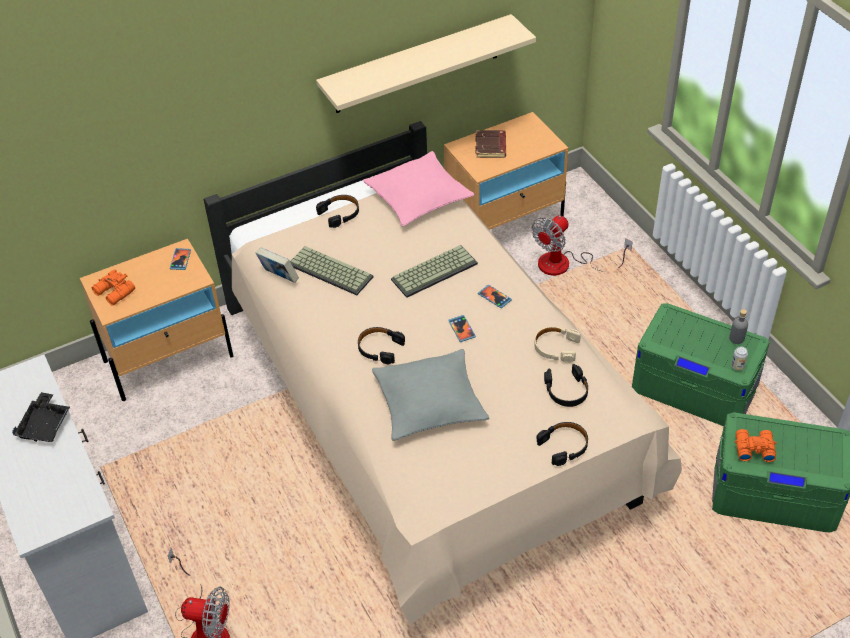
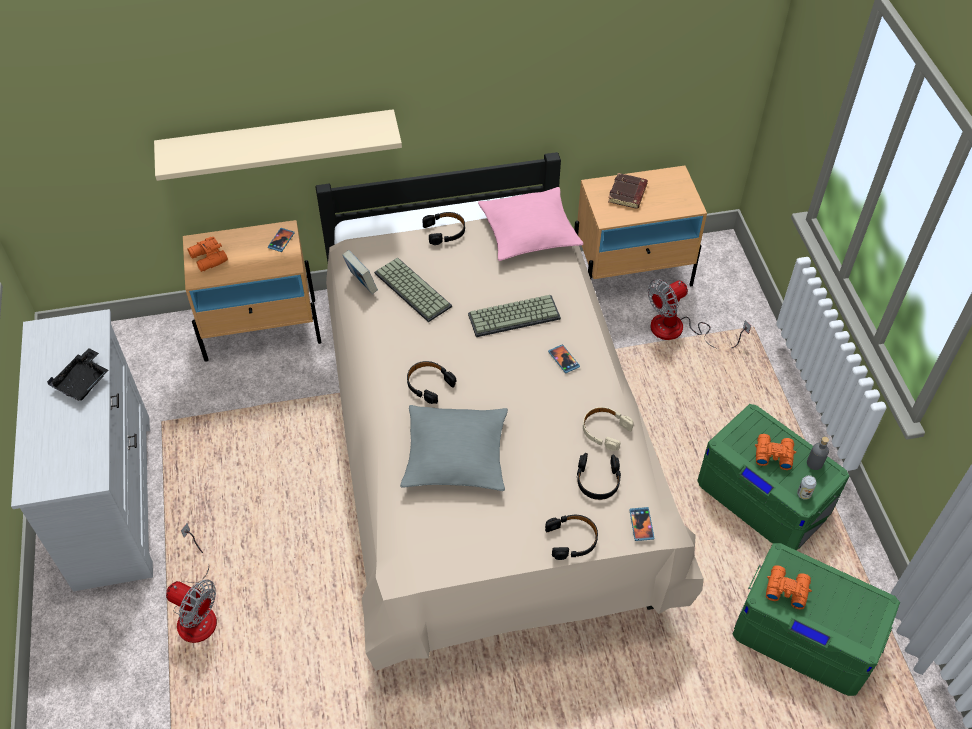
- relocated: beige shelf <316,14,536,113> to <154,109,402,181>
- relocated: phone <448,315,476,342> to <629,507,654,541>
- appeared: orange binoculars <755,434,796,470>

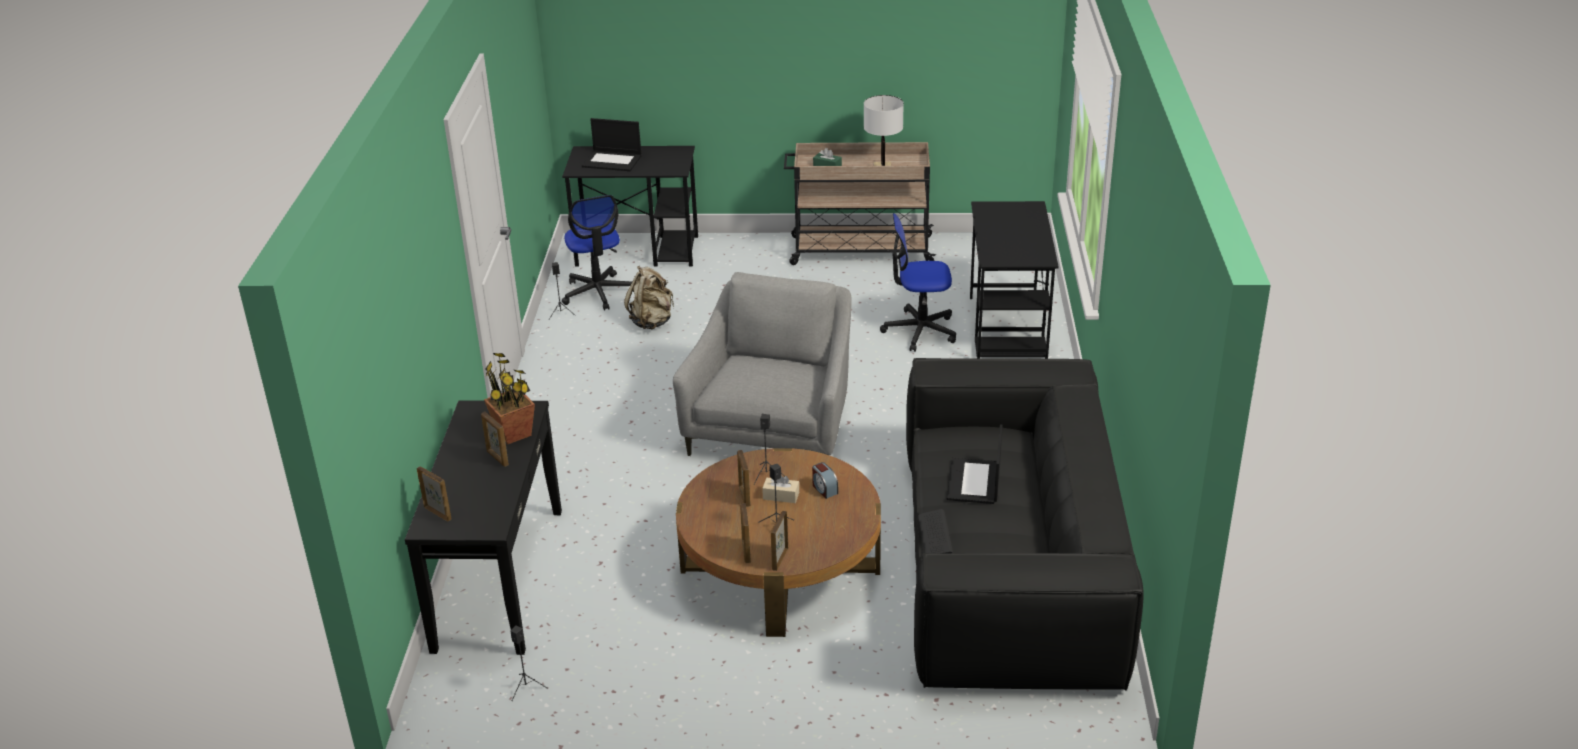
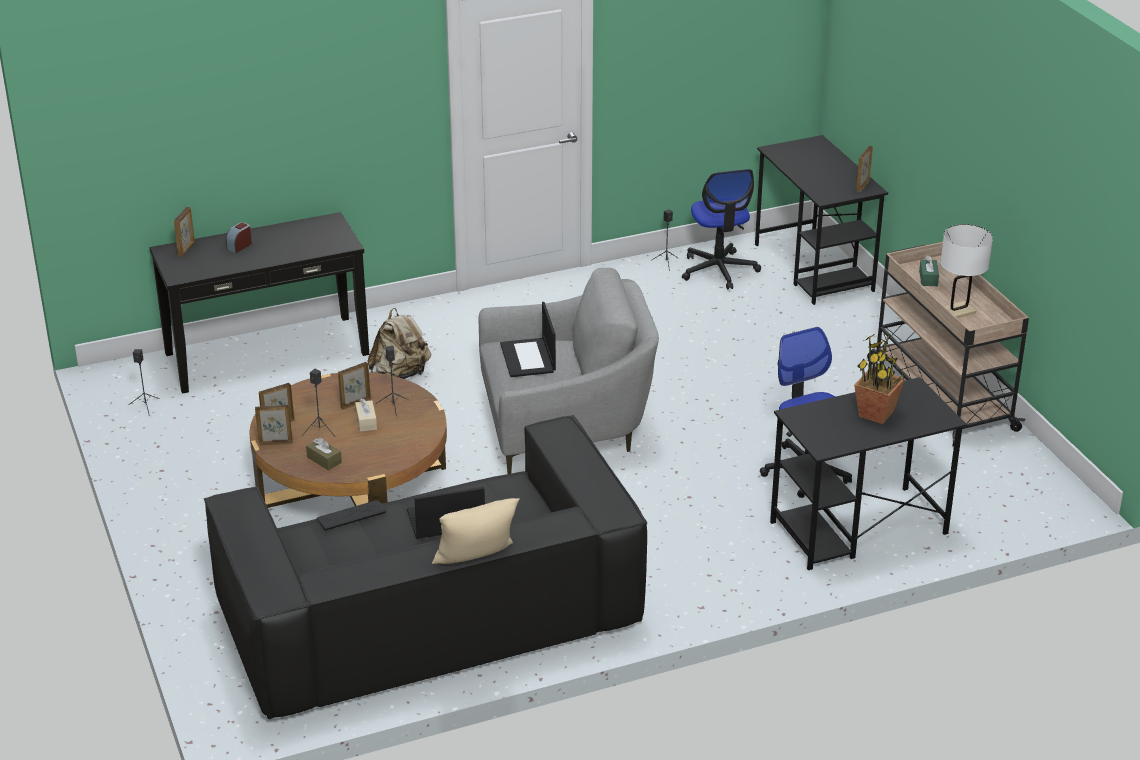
- relocated: laptop <582,118,641,171> to <500,302,556,377>
- spun: office chair <562,195,634,310> = <682,169,761,289> 60 degrees counterclockwise
- relocated: beige backpack <624,266,674,329> to <367,308,431,379>
- relocated: potted plant <484,353,535,444> to <854,332,905,424>
- relocated: picture frame <481,412,509,467> to <856,146,873,192>
- relocated: alarm clock <812,462,838,499> to <226,222,252,253>
- appeared: brown tissue box <306,437,342,470>
- appeared: beige pillow <432,498,520,564>

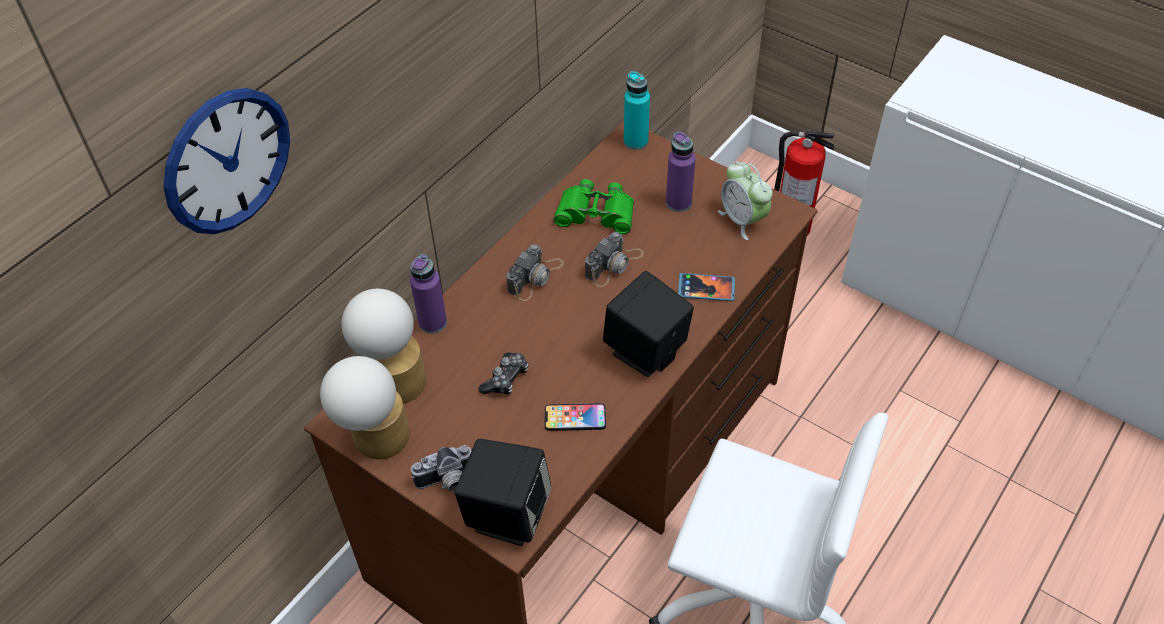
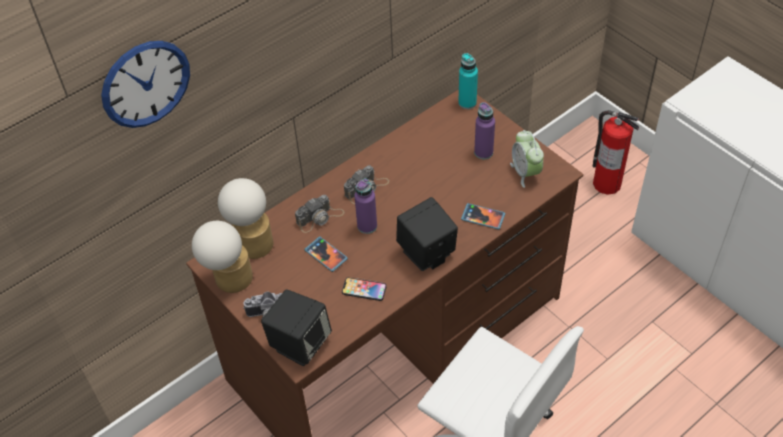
- missing: green binoculars <554,179,634,234>
- relocated: photo camera <585,232,644,287> to <295,195,344,233>
- relocated: purple bottle <410,254,447,334> to <354,178,377,234>
- exchanged: game controller <479,352,529,395> to phone <304,236,348,272>

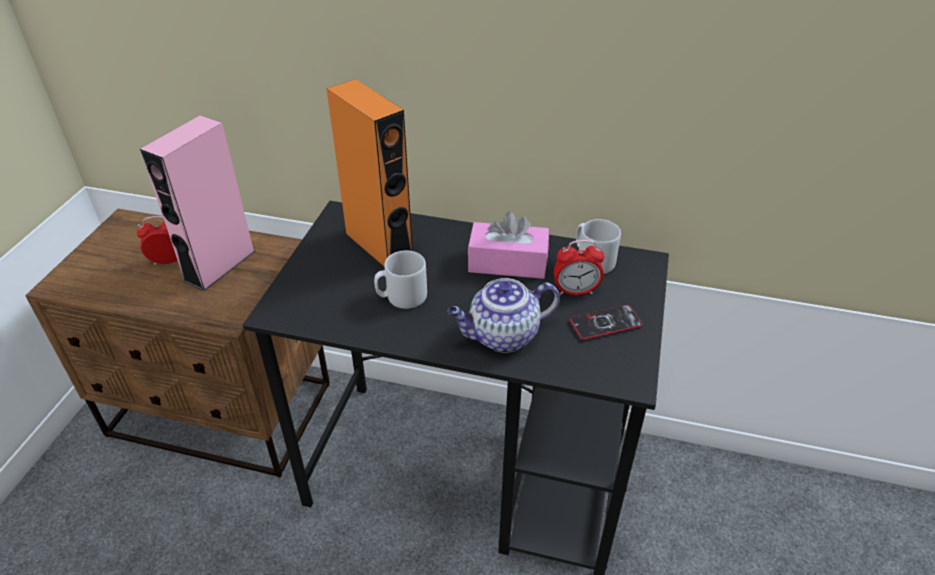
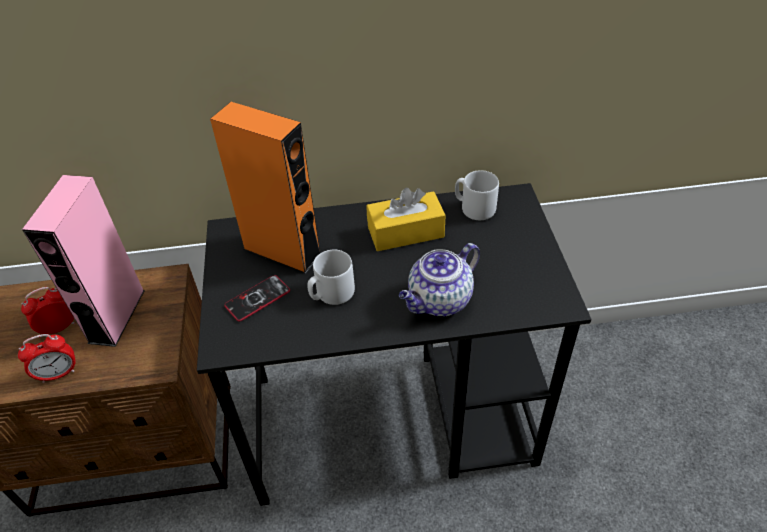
- colour: pink tissue box <468,212,549,279> to yellow tissue box <366,188,446,251>
- relocated: alarm clock <554,240,604,295> to <18,334,76,383>
- relocated: phone <569,305,643,340> to <224,275,290,322>

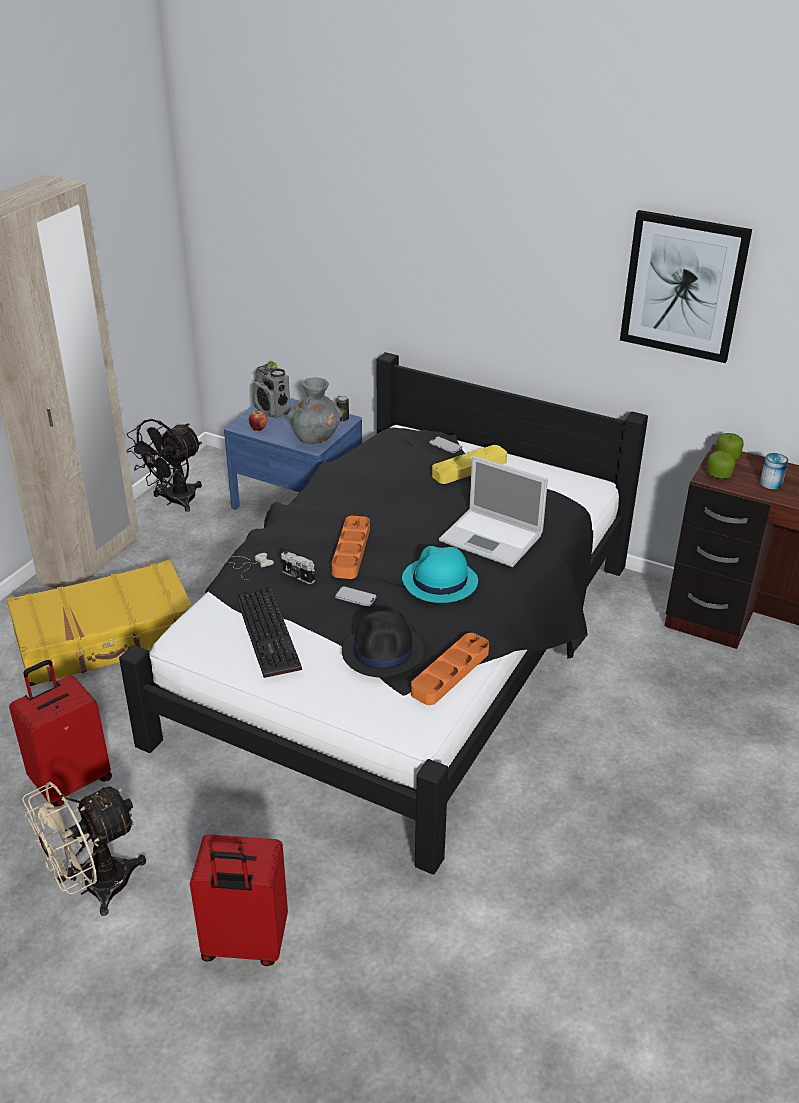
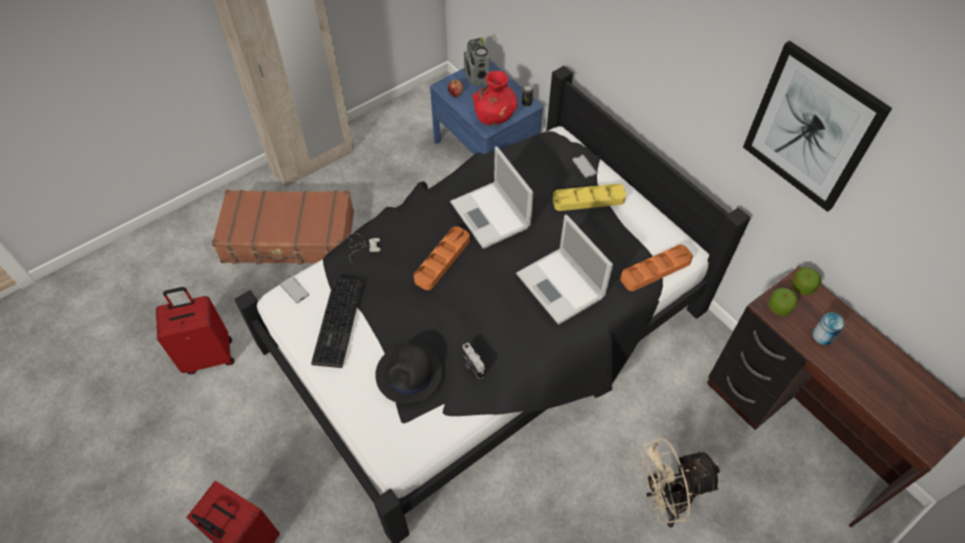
- colour: grey vase <288,377,342,444> to red vase <472,71,517,125>
- missing: black fan <126,419,202,512>
- missing: turquoise hat <402,546,478,603>
- relocated: photo camera <281,551,315,584> to <463,343,485,379>
- colour: yellow suitcase <7,560,193,686> to brown suitcase <211,190,354,265>
- relocated: phone <335,586,377,607> to <280,276,309,303>
- relocated: orange tray <411,633,489,705> to <620,245,693,291>
- relocated: beige fan <22,782,146,916> to <638,438,721,528>
- appeared: laptop <450,147,534,249>

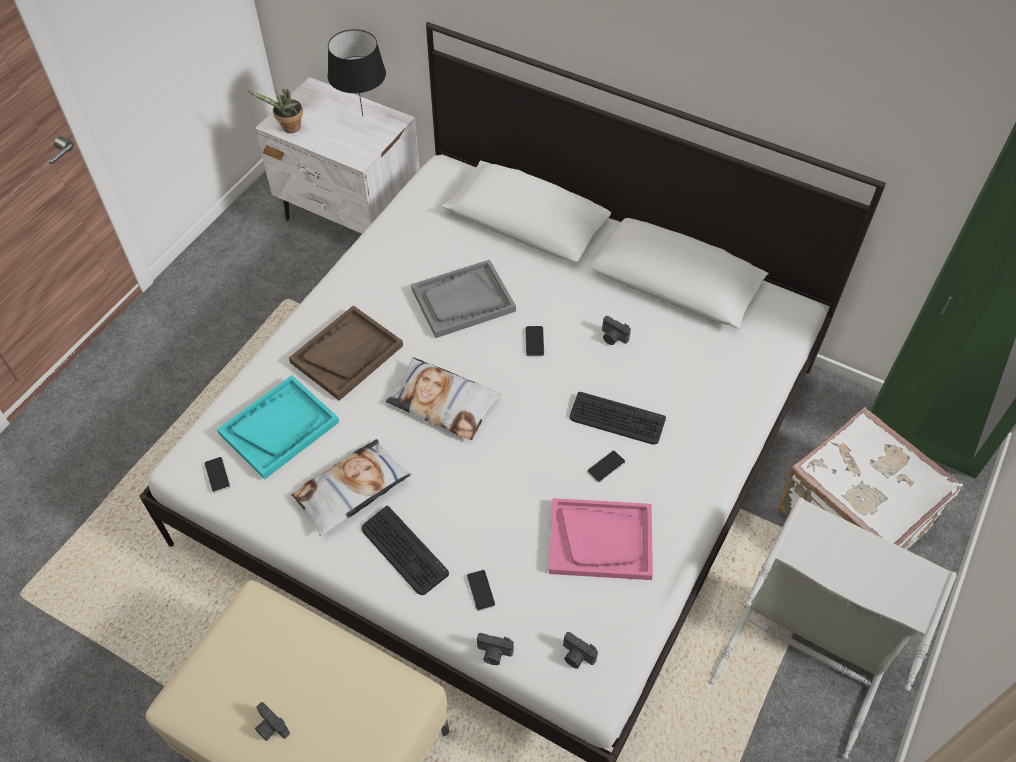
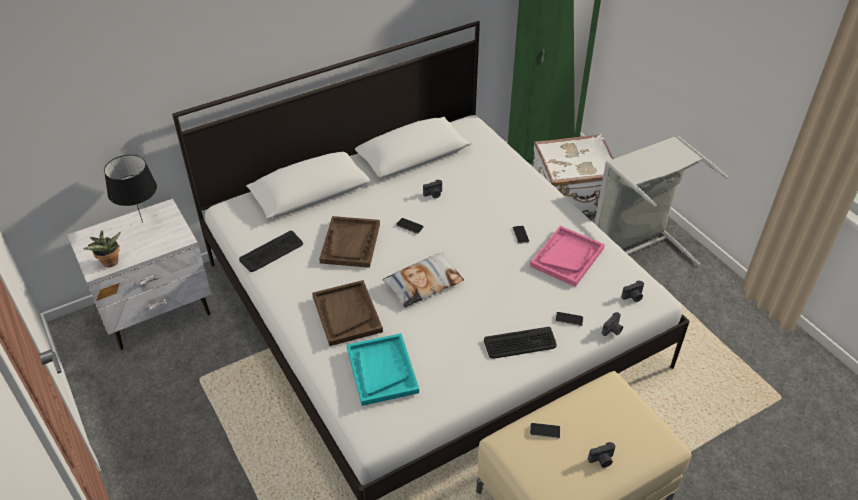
- colour: grey tray <411,260,516,338> to brown tray <319,216,380,268>
- relocated: keyboard <570,392,666,445> to <239,230,303,272>
- missing: pillow <291,439,411,536>
- relocated: phone <204,457,230,493> to <530,423,561,439>

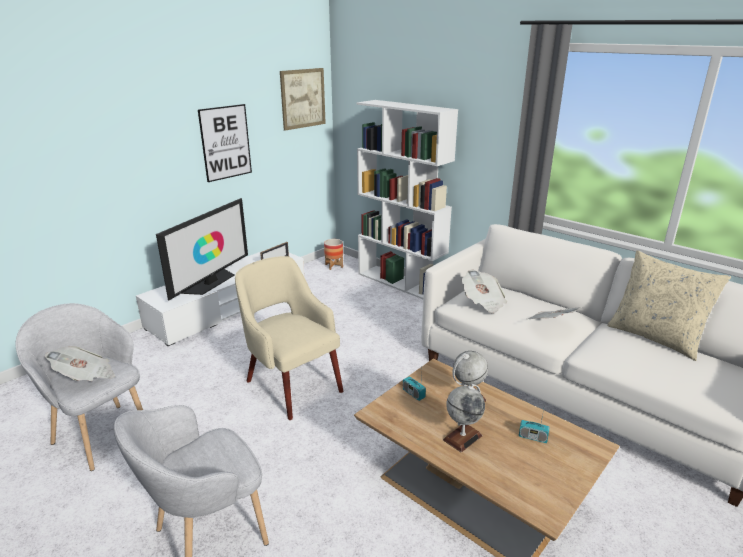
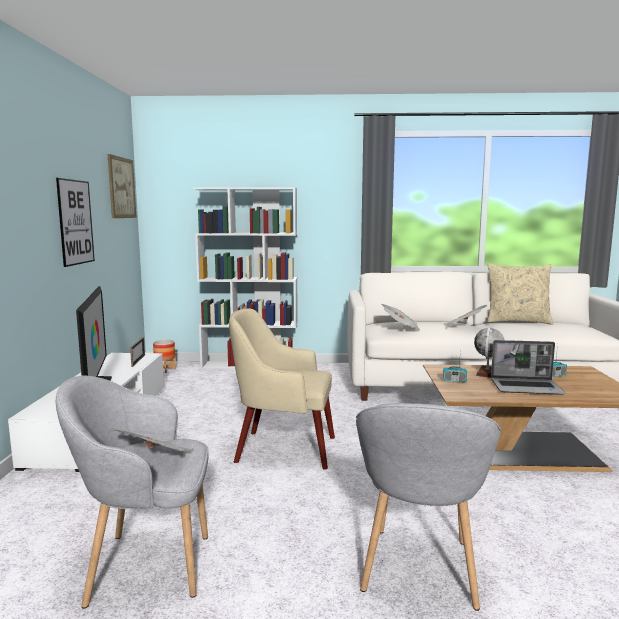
- exchanged: globe <443,384,485,452> to laptop <491,340,566,395>

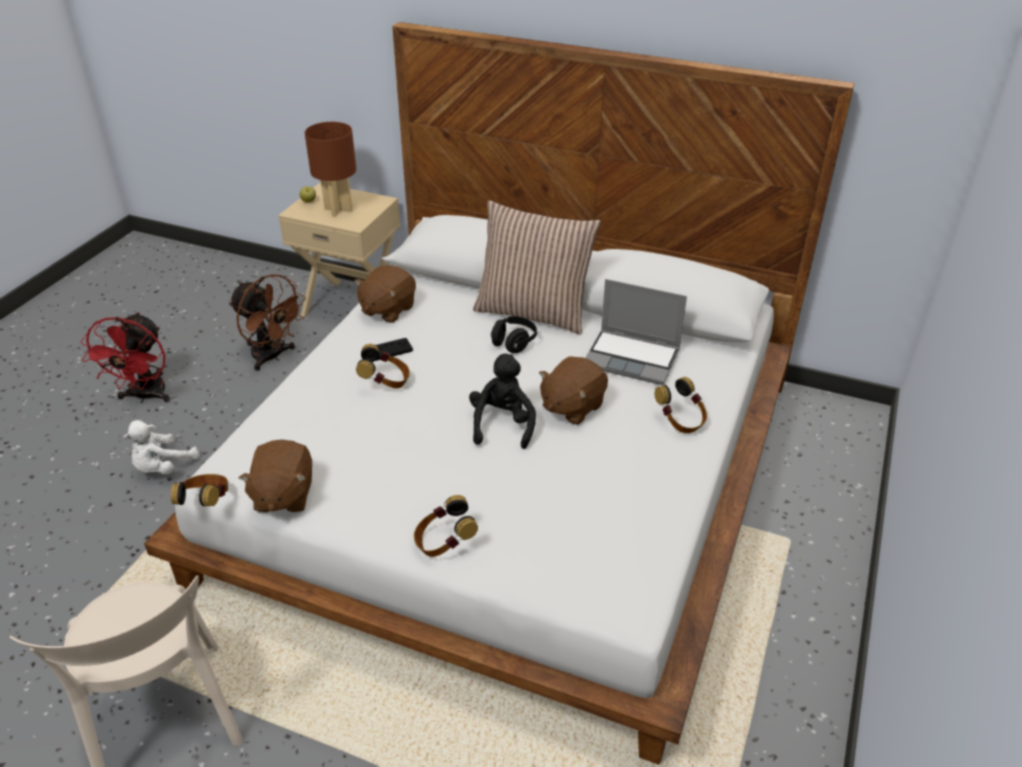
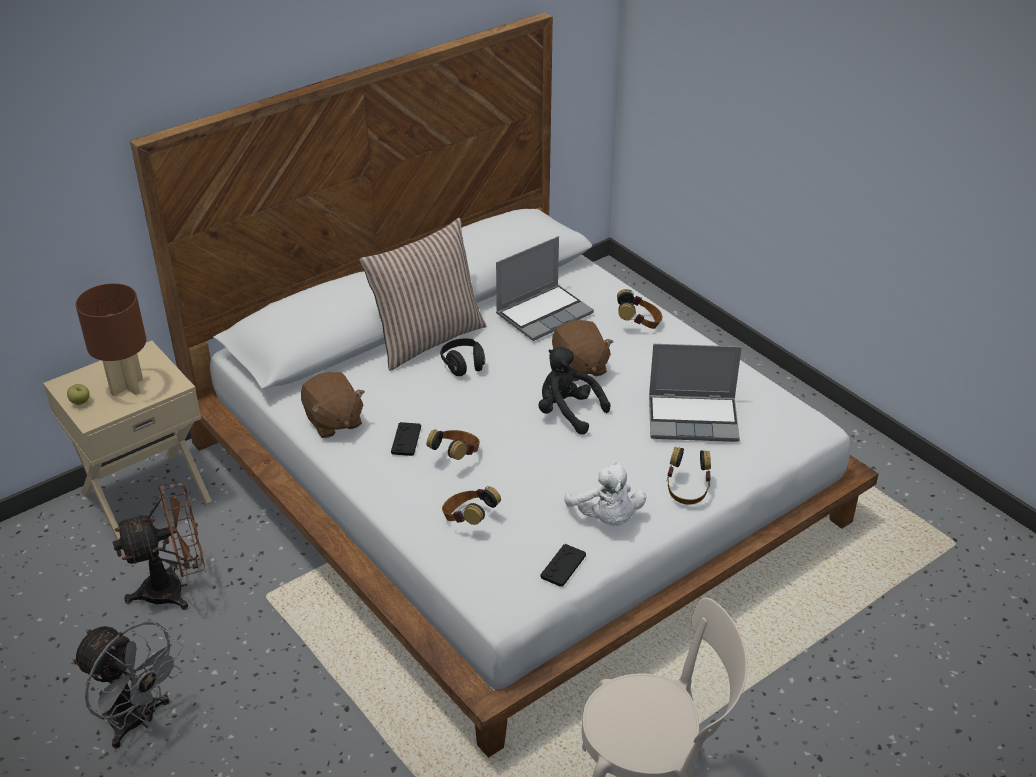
- colour: red fan <81,312,170,403> to grey fan <72,621,184,749>
- relocated: white plush toy <123,420,200,474> to <564,462,646,526>
- exchanged: brown plush toy <239,439,312,512> to black game controller <540,544,586,587>
- relocated: headphones <171,474,228,506> to <442,487,501,525>
- appeared: laptop <649,344,742,442>

